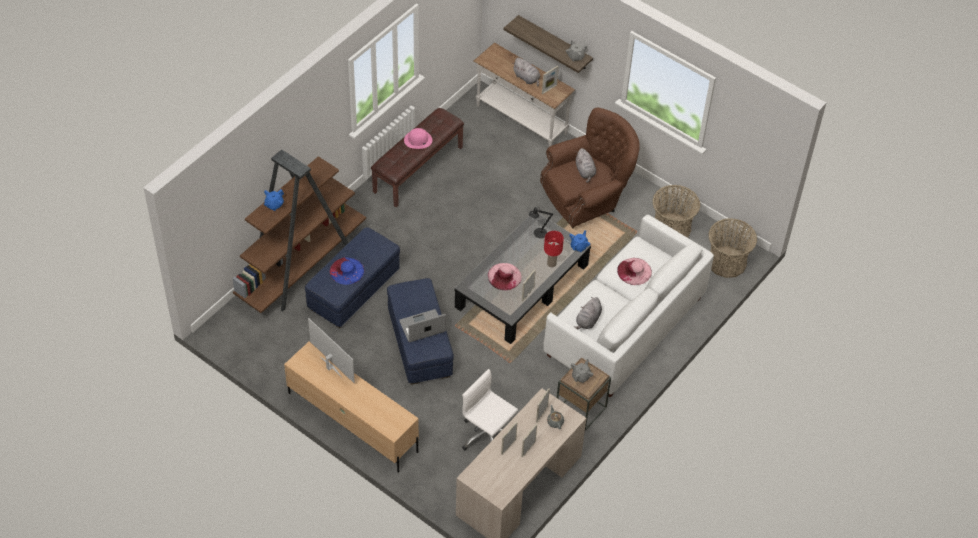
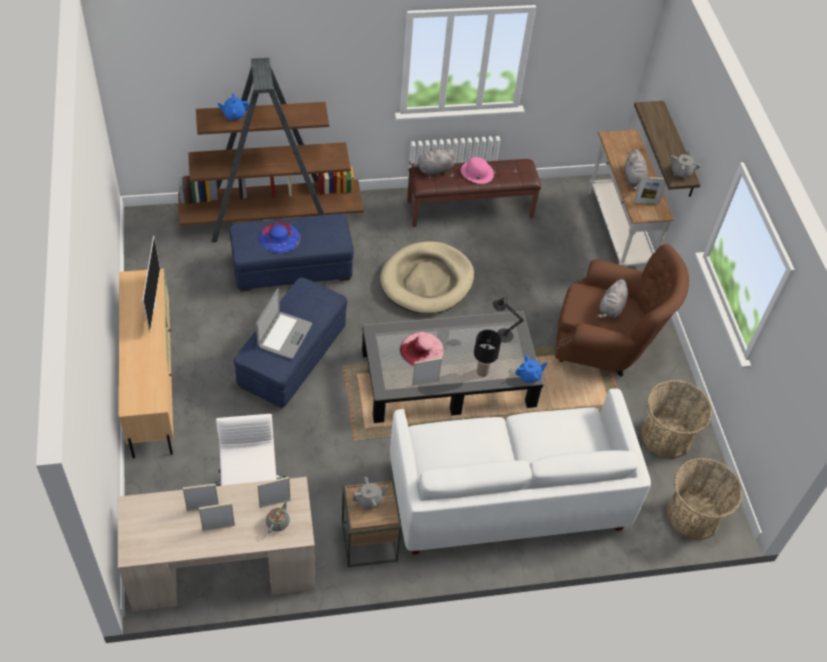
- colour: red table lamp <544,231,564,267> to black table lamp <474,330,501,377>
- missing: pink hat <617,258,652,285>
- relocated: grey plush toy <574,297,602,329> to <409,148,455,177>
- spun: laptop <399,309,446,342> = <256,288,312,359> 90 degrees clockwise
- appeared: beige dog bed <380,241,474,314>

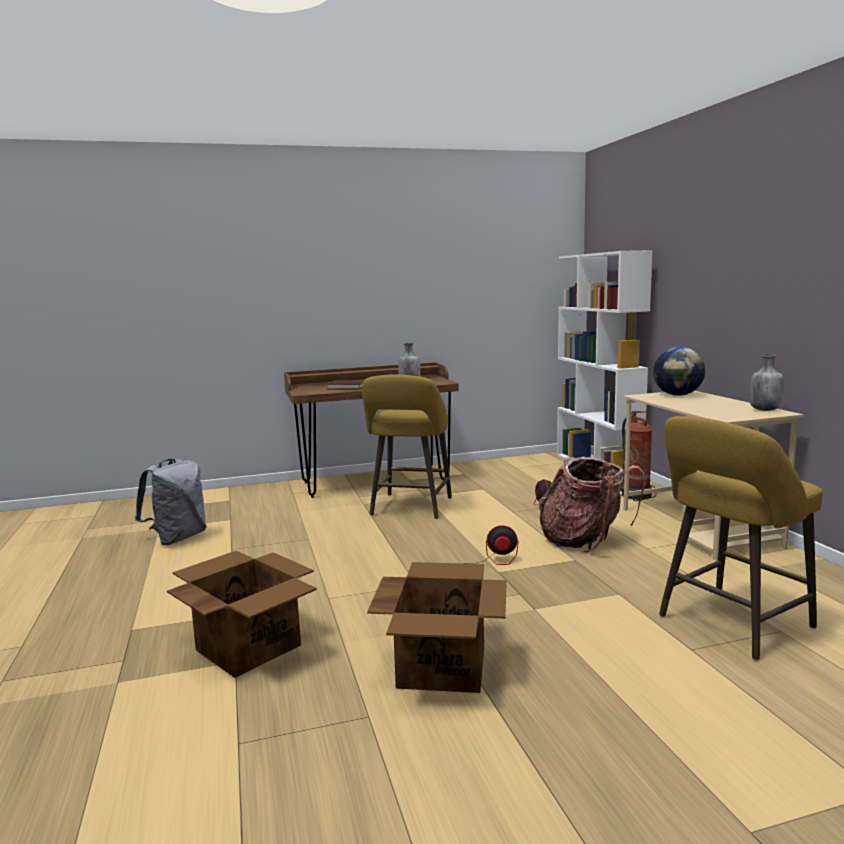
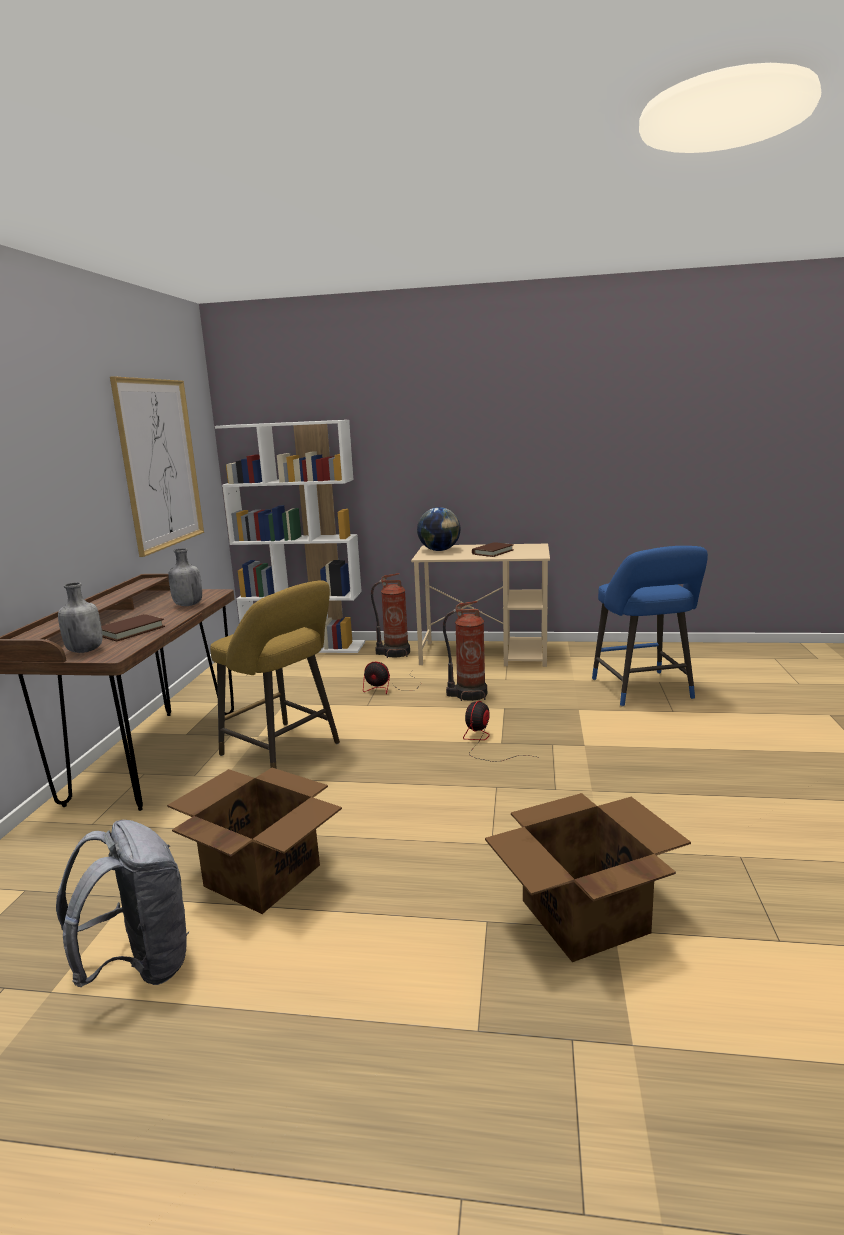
- relocated: grey bottle <750,354,784,411> to <58,582,102,653>
- colour: yellow stool <659,416,822,661> to blue stool <592,546,708,707>
- exchanged: backpack <539,456,646,553> to fire extinguisher <443,601,487,701>
- relocated: cardboard box <367,562,507,693> to <167,768,342,914>
- appeared: picture <110,376,204,557>
- appeared: brown book <472,542,514,557>

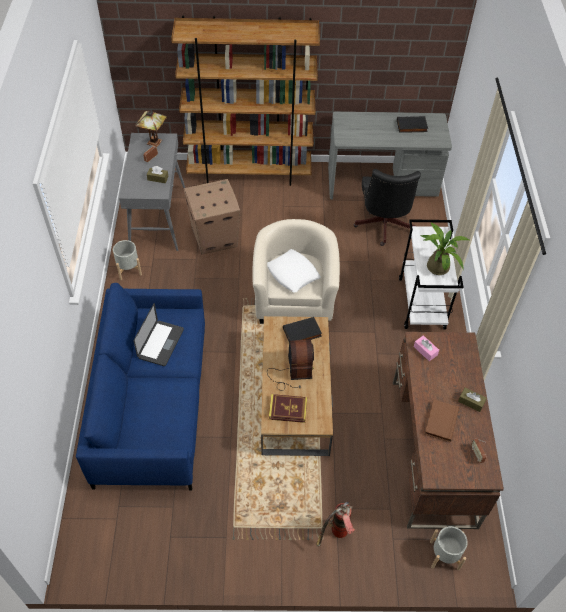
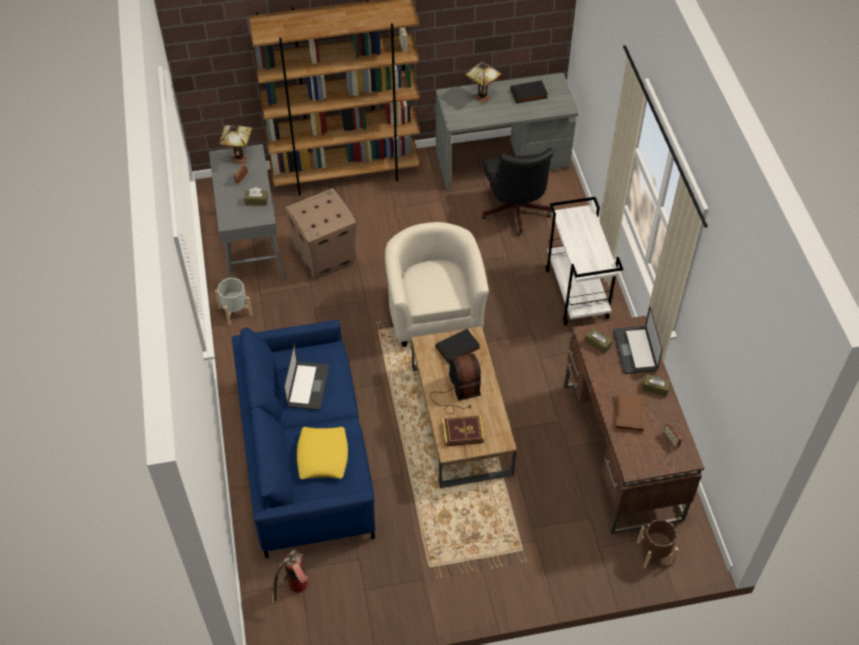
- missing: potted plant <421,222,471,275>
- missing: white pillow <267,249,321,293>
- colour: pink tissue box <414,335,439,361> to brown tissue box <585,328,613,354>
- relocated: fire extinguisher <316,502,355,546> to <272,549,308,604>
- colour: grey planter <430,526,468,570> to brown planter <637,519,678,568>
- appeared: table lamp <464,61,502,104>
- appeared: laptop <613,306,663,374>
- appeared: yellow pillow <297,427,348,479>

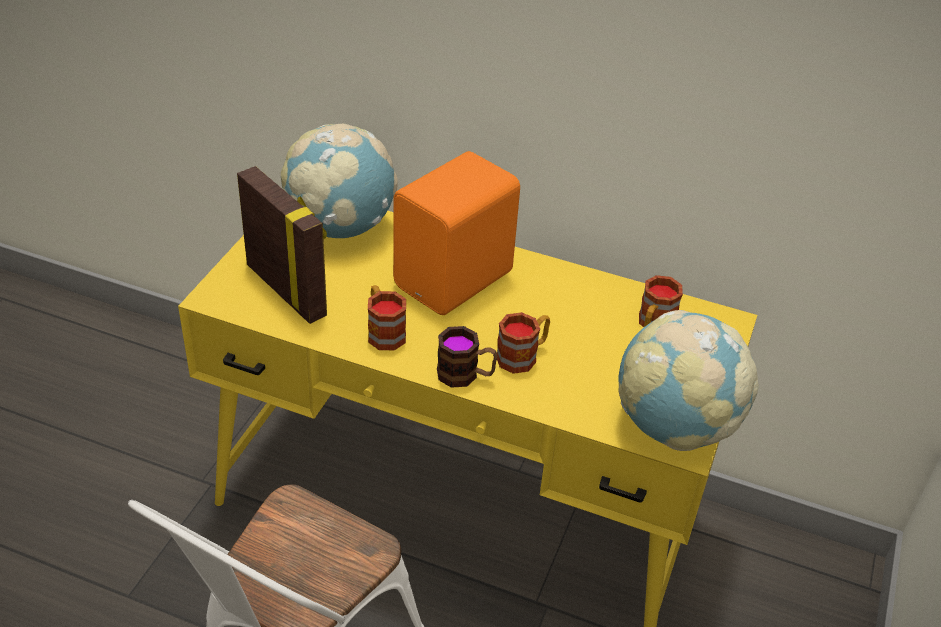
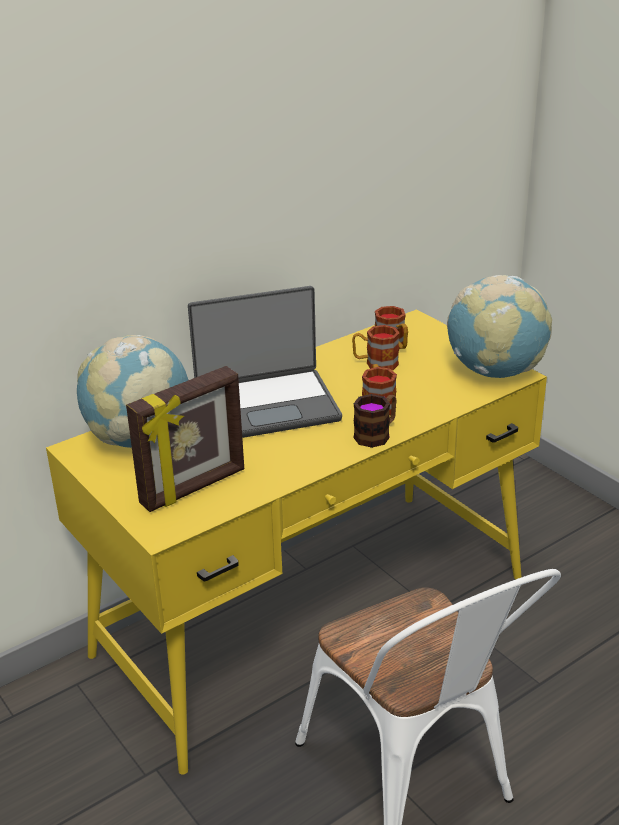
- exchanged: orange speaker <393,151,520,315> to laptop <188,286,342,438>
- spun: picture frame <237,166,327,324> = <126,366,244,512> 150 degrees clockwise
- relocated: mug <368,285,406,350> to <352,325,400,370>

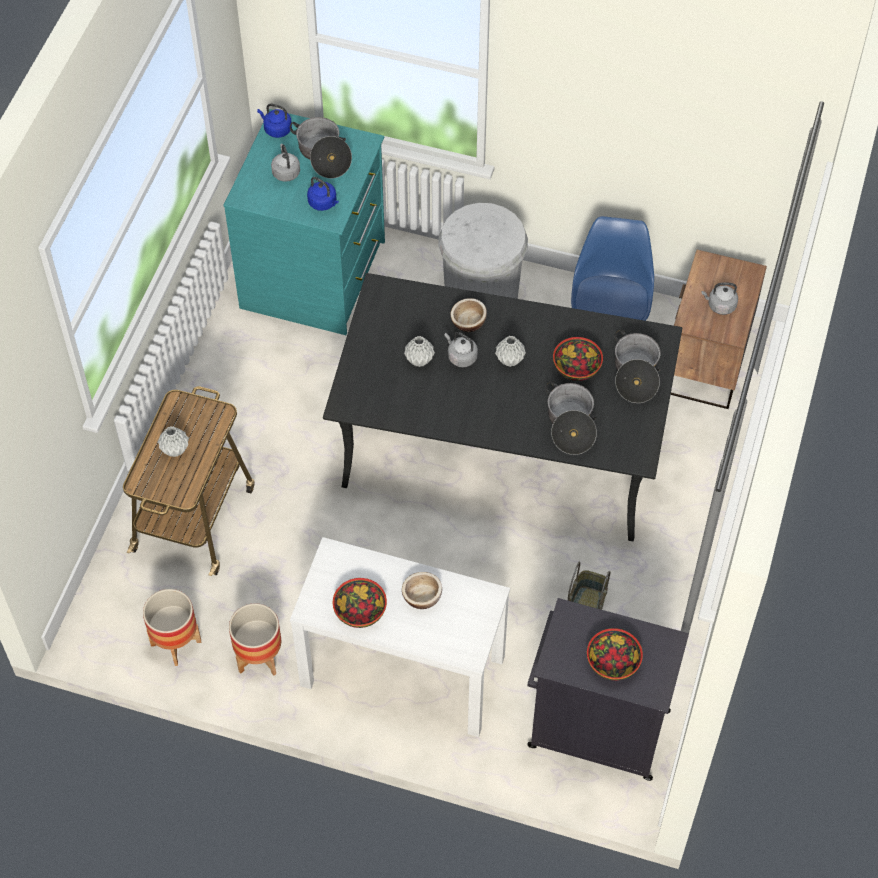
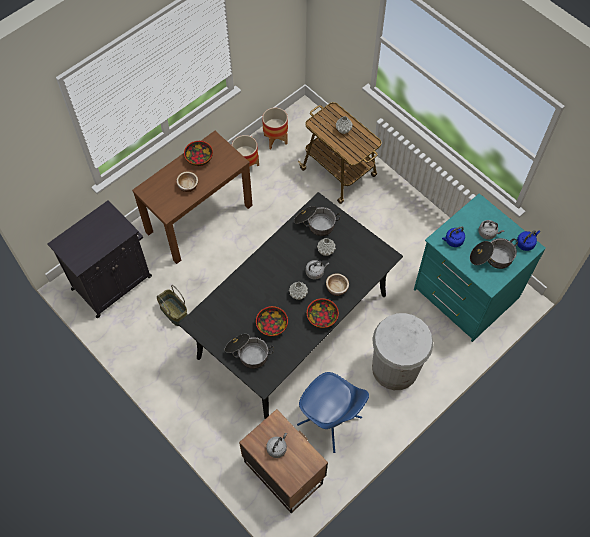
- relocated: cooking pot <545,381,597,455> to <294,206,341,236>
- colour: white console table <290,537,510,737> to brown console table <132,131,253,264>
- relocated: bowl <587,628,643,681> to <307,298,339,328>

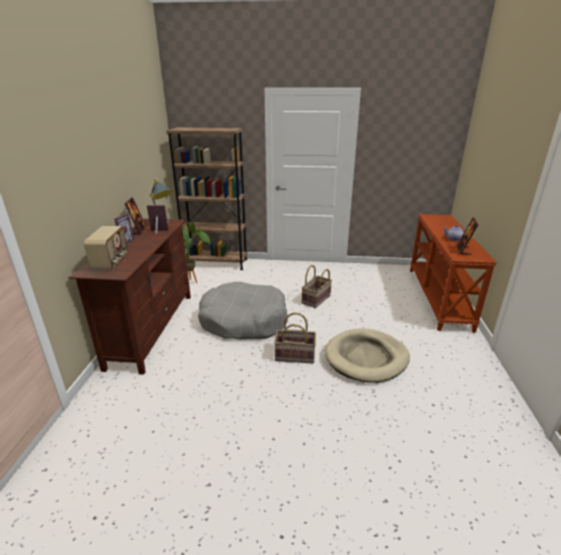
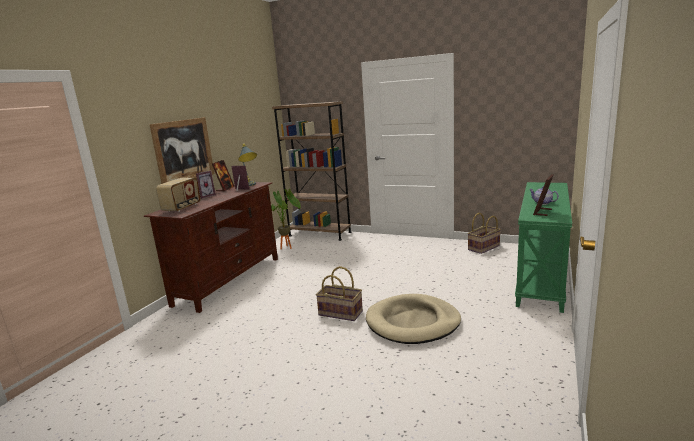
- colour: brown console table <410,214,497,333> to green console table <515,182,572,313>
- relocated: basket <301,265,332,308> to <468,213,501,254>
- missing: grey dog bed <198,282,288,340>
- appeared: picture <149,117,215,184>

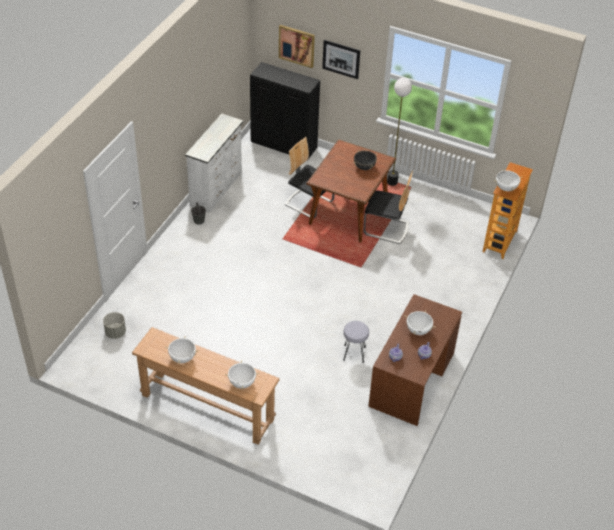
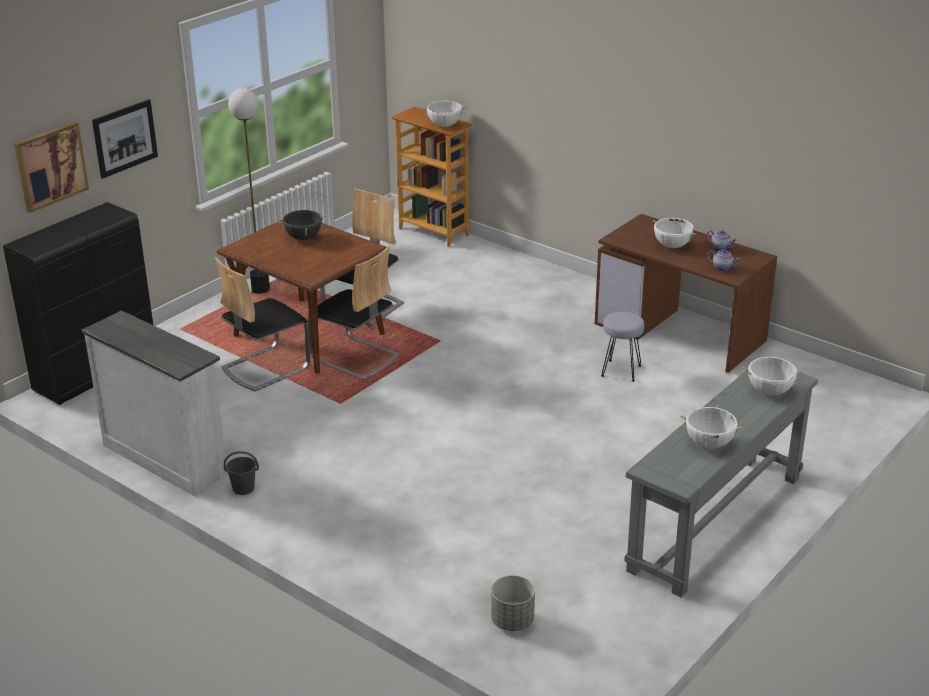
- colour: brown console table <132,327,280,445> to grey console table <624,371,818,598>
- appeared: chair <307,246,400,380>

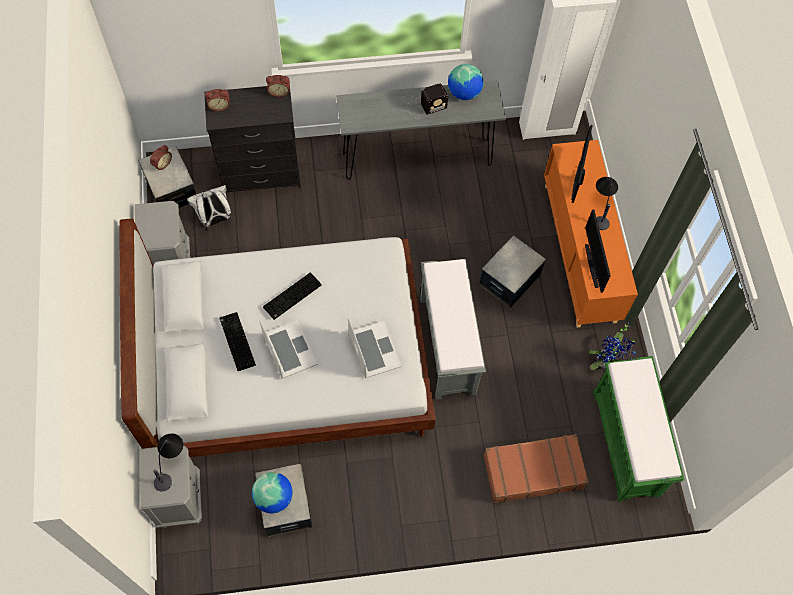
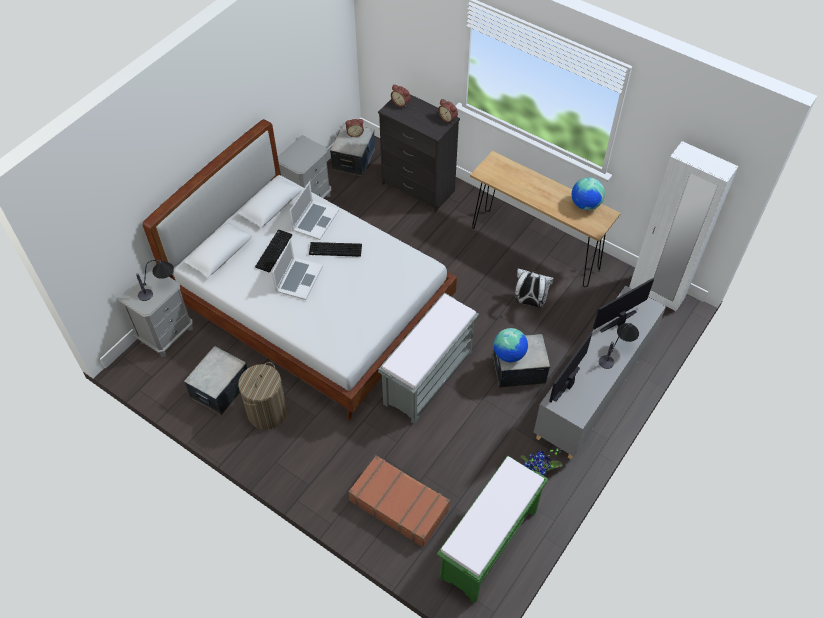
- colour: grey console table <337,80,506,180> to brown console table <470,151,621,287>
- missing: radio <407,84,448,119>
- colour: orange cabinet <544,140,638,327> to grey cabinet <533,286,666,459>
- relocated: white backpack <187,185,232,231> to <515,269,554,309>
- relocated: laptop <348,317,401,378> to <289,181,339,240>
- relocated: globe <252,472,293,513> to <494,328,528,362>
- appeared: laundry basket <238,362,287,430>

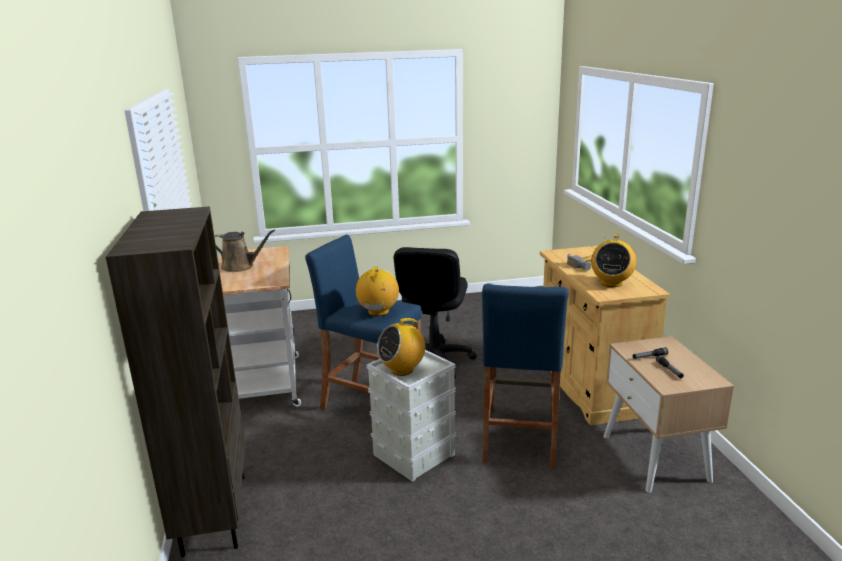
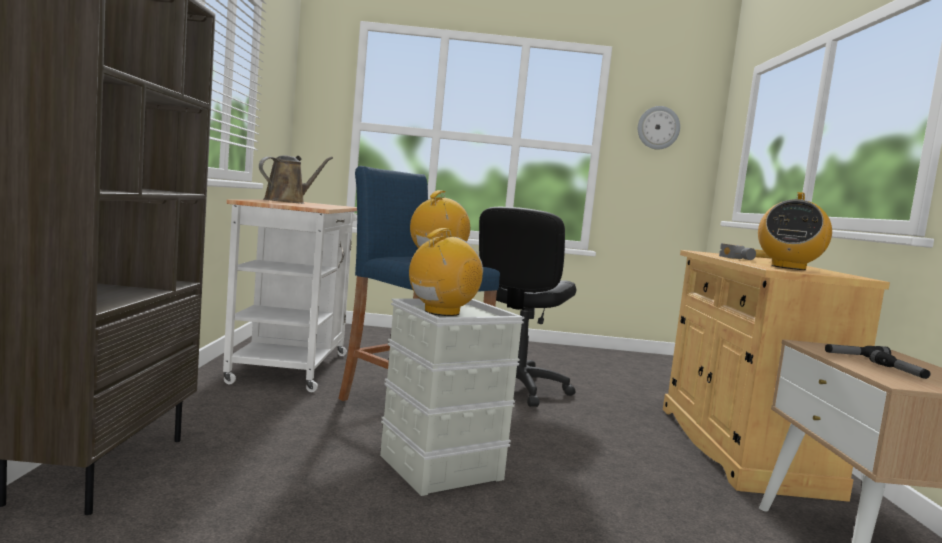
- spun: brown watering can <214,230,275,272> = <259,155,333,204> 75 degrees counterclockwise
- missing: blue stool <482,283,569,469>
- spun: radio <377,318,425,376> = <409,228,483,316> 150 degrees clockwise
- appeared: wall clock <638,106,680,149>

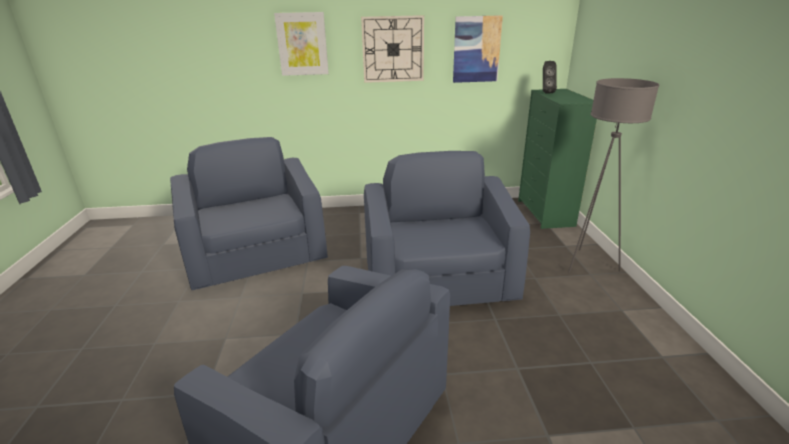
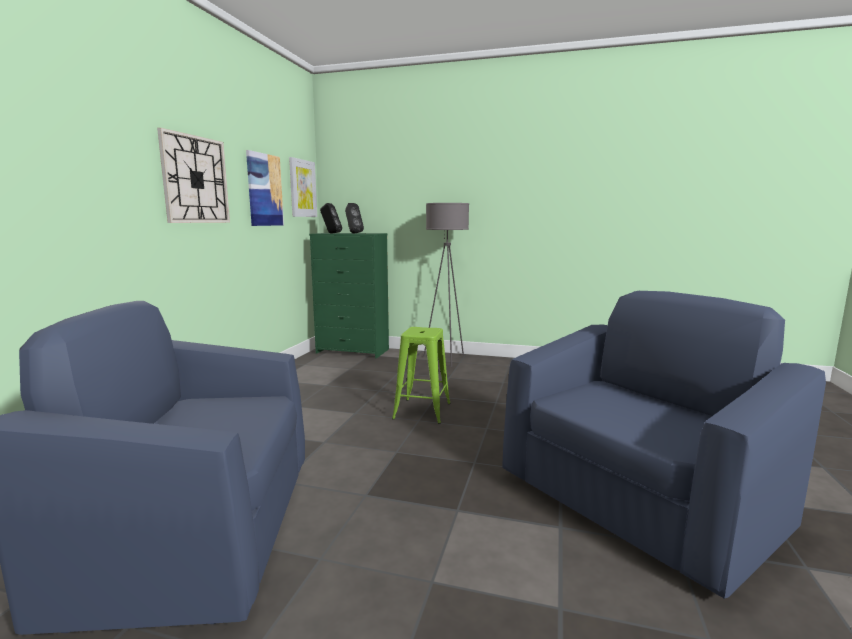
- relocated: picture <274,12,329,76> to <289,157,317,217>
- exchanged: blue armchair <364,151,530,306> to green stool <392,327,451,424>
- appeared: black speaker <345,203,364,234>

